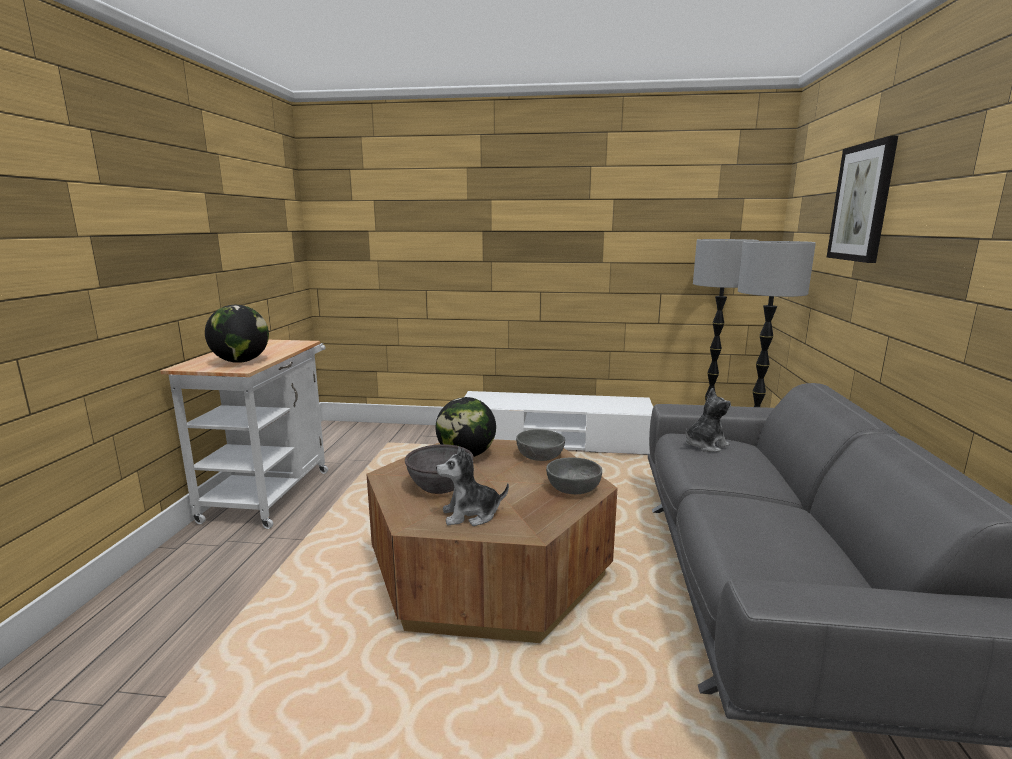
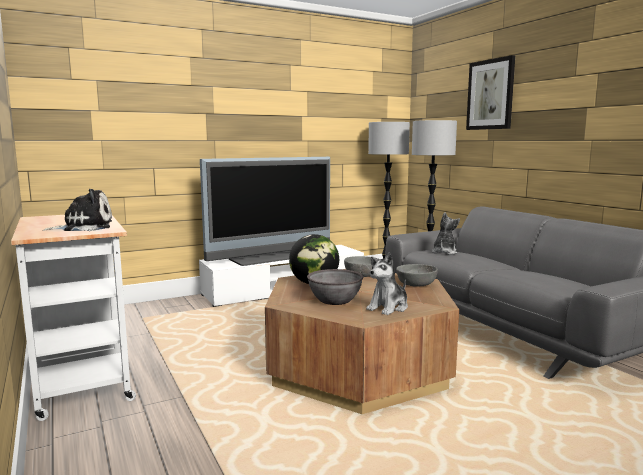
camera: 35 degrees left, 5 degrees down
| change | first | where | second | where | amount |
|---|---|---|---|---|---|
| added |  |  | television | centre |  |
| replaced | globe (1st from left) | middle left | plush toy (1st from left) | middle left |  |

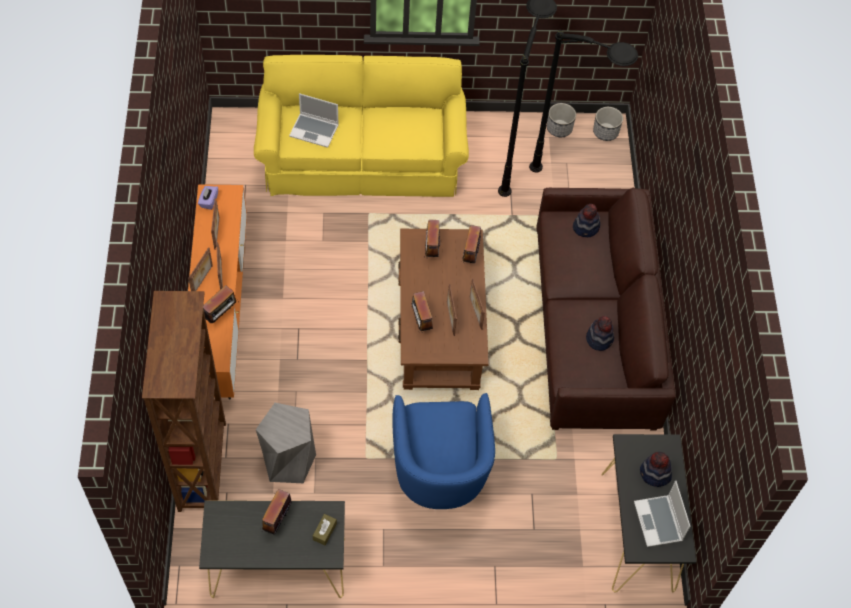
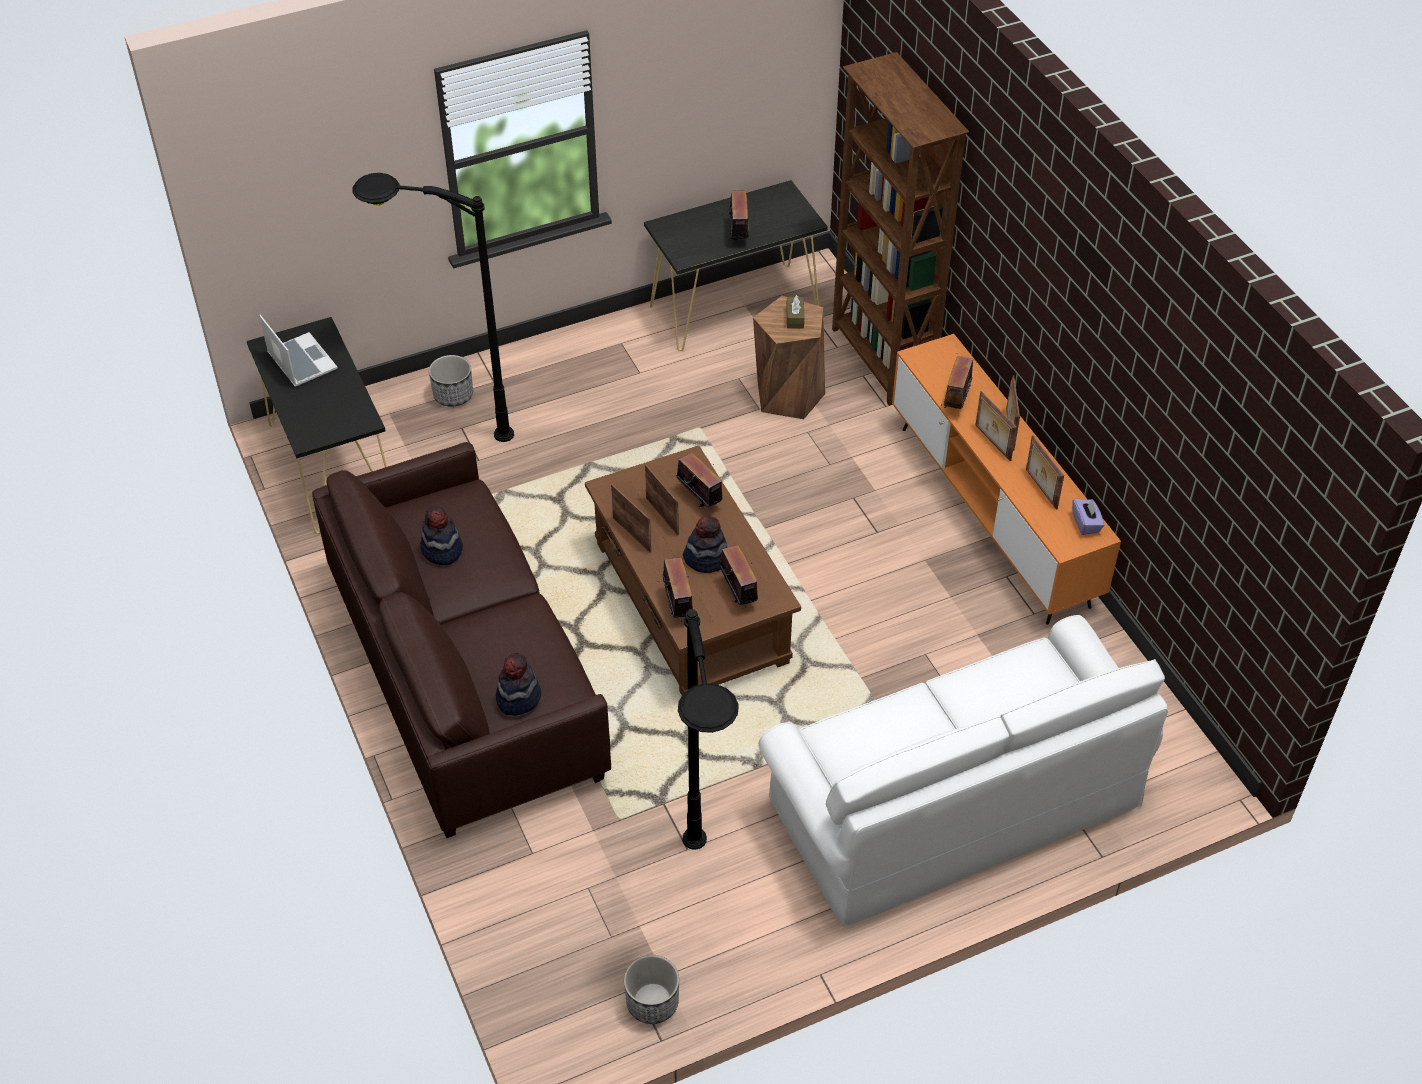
camera: 160 degrees right, 10 degrees down
| change | first | where | second | where | amount |
|---|---|---|---|---|---|
| removed | laptop (1st from left) | top centre |  |  |  |
| removed | armchair (blue) | bottom centre |  |  |  |
| moved | tissue box (brown) | bottom centre |  | top centre |  |
| moved | floor lamp (black) (2nd from left in the first image) | top right | floor lamp (black) (1st from left) | top left |  |
| moved | planter (2nd from left in the first image) | top right | planter (1st from left) | middle left |  |
| moved | hat (3rd from left) | bottom right |  | centre |  |
| recoloured | sofa (yellow) | top centre | sofa (white) | bottom right |  |
| recoloured | stool (grey) | bottom centre | stool (brown) | top centre |  |

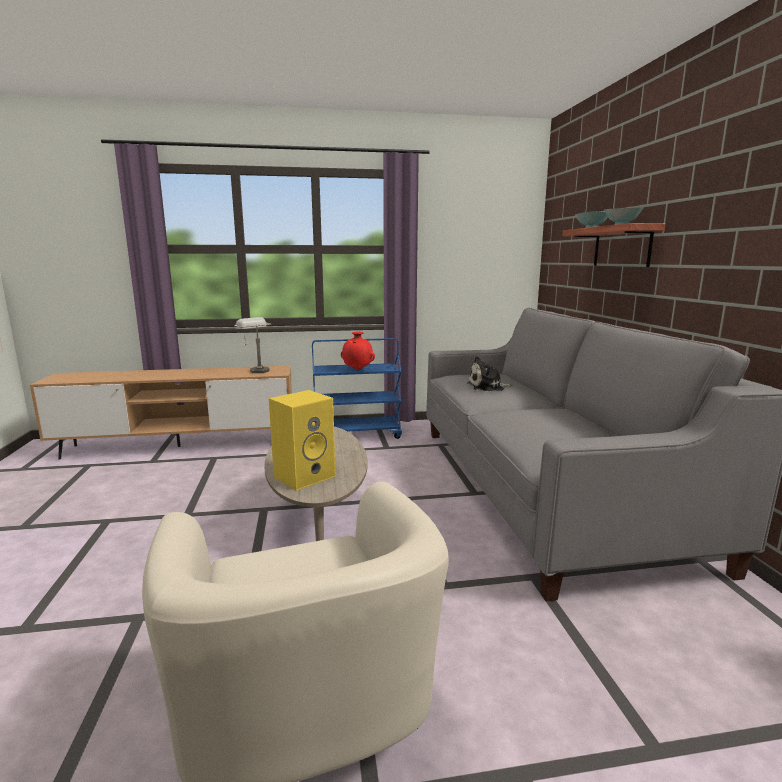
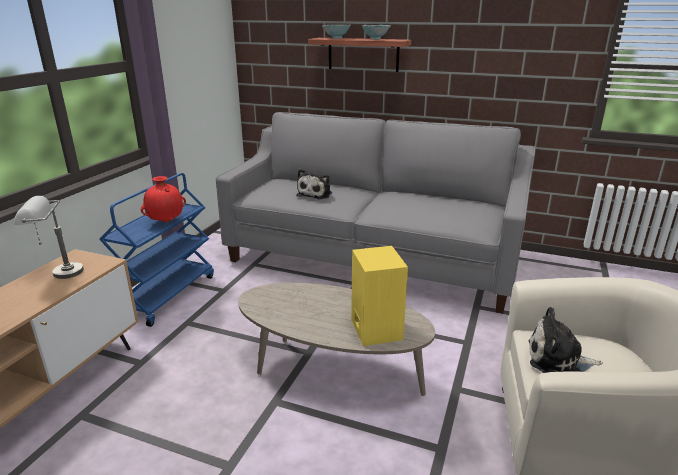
camera: 60 degrees left, 10 degrees up
| change | first | where | second | where | amount |
|---|---|---|---|---|---|
| added |  |  | plush toy (2nd from left) | bottom right |  |

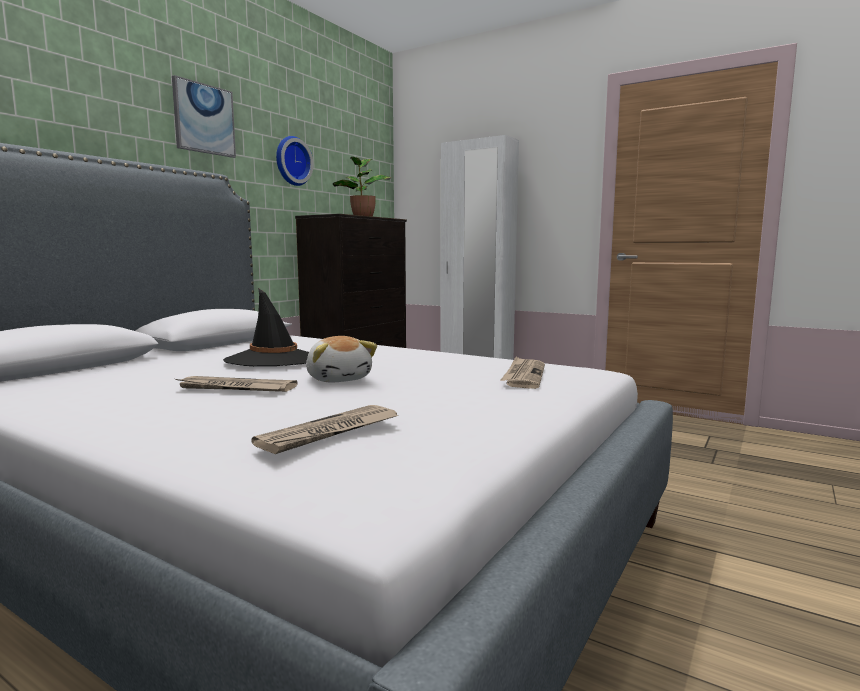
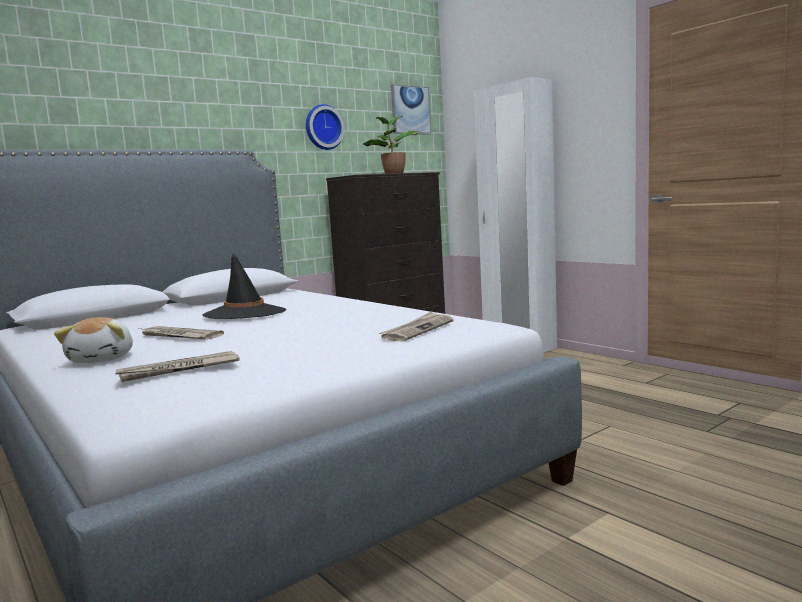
camera: 20 degrees right, 0 degrees up
| change | first | where | second | where | amount |
|---|---|---|---|---|---|
| moved | picture | top left |  | top centre |  |
| moved | plush toy | centre |  | middle left |  |

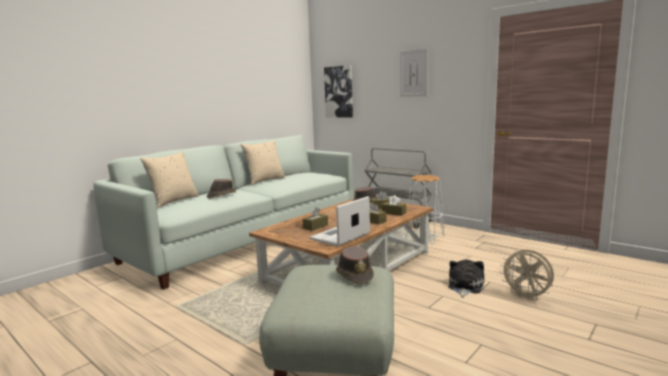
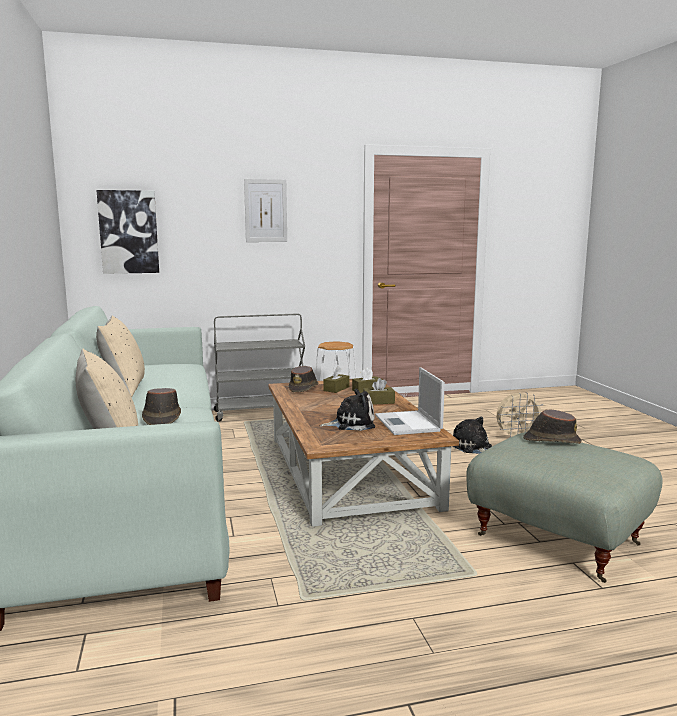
camera: 55 degrees left, 0 degrees up
| change | first | where | second | where | amount |
|---|---|---|---|---|---|
| replaced | tissue box (brown) (1st from left) | centre | plush toy (1st from left) | centre |  |

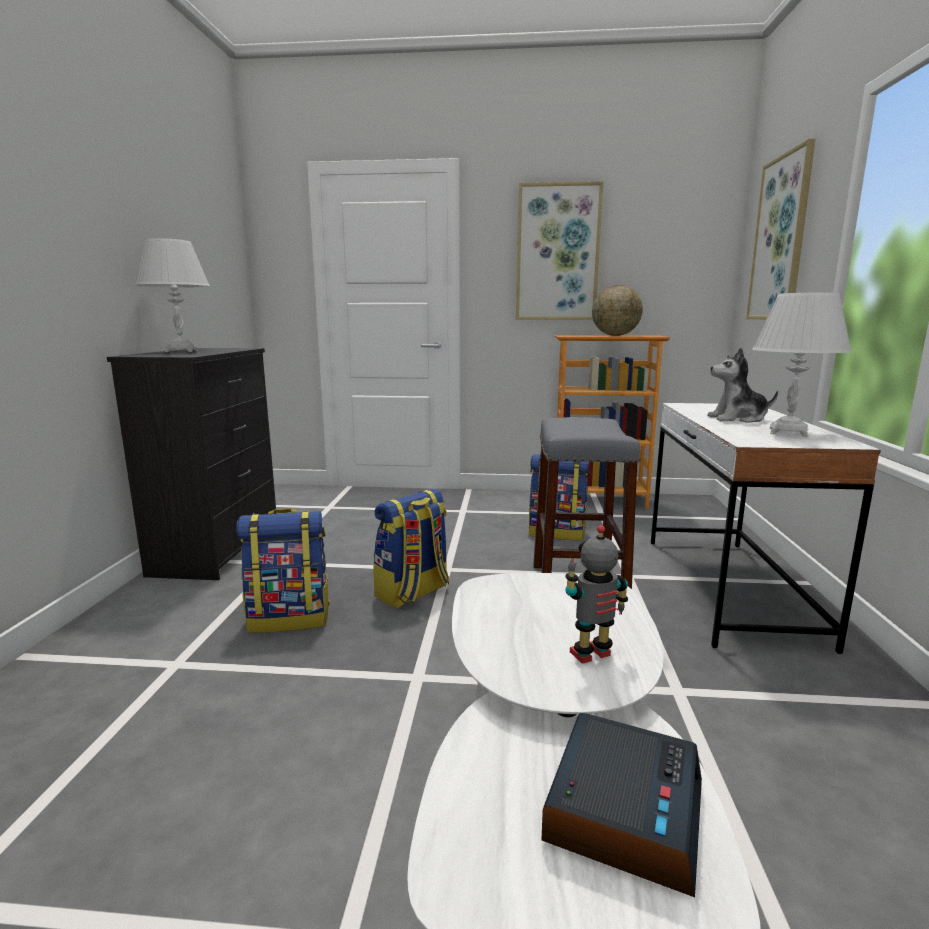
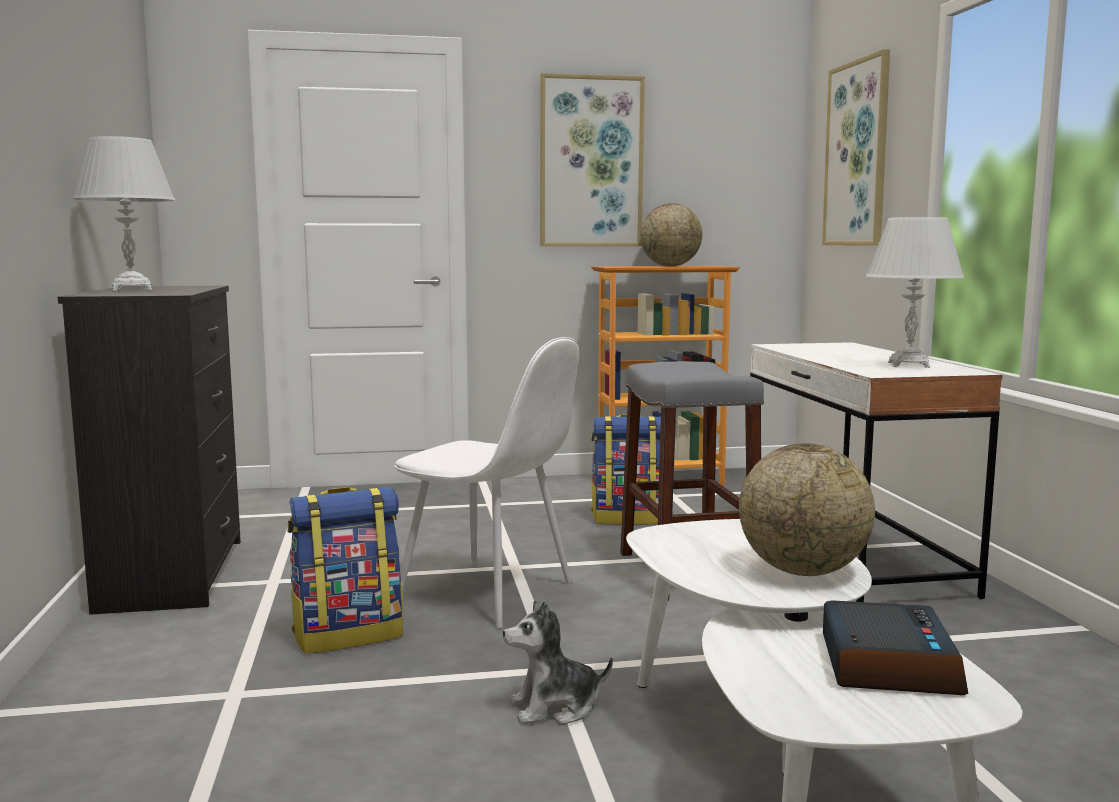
camera: 15 degrees left, 5 degrees down
| change | first | where | second | where | amount |
|---|---|---|---|---|---|
| moved | plush toy | middle right |  | bottom centre |  |
| replaced | backpack (2nd from left) | centre | chair (white) | centre |  |
| replaced | toy robot | centre | globe (2nd from left) | middle right |  |

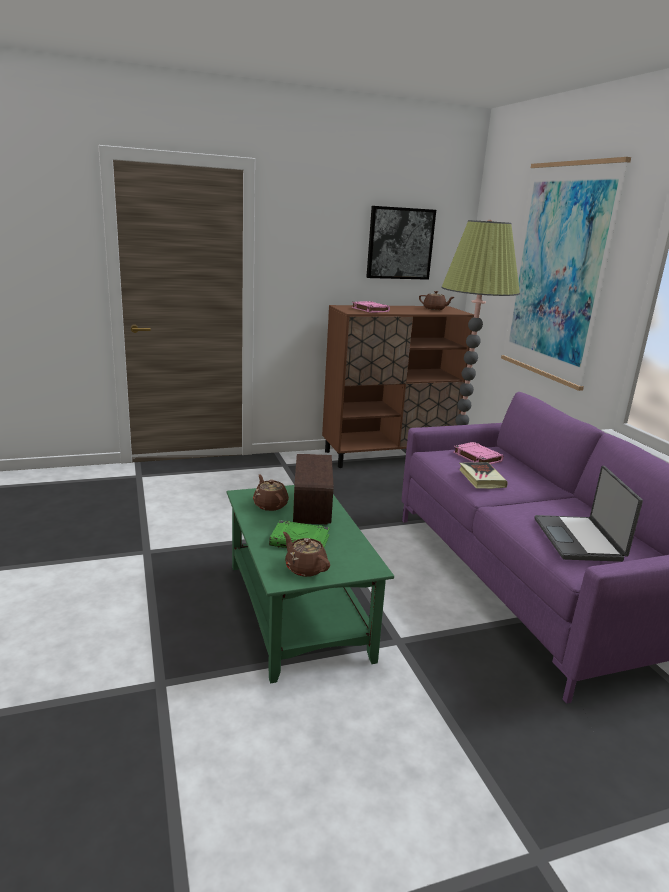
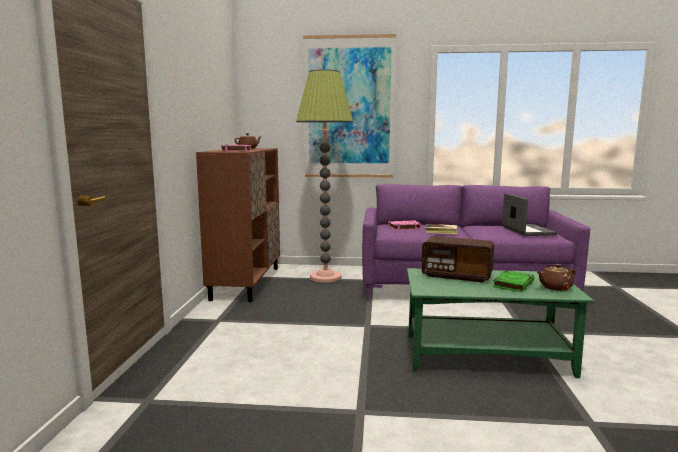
camera: 65 degrees left, 10 degrees down
| change | first | where | second | where | amount |
|---|---|---|---|---|---|
| removed | teapot (brown) (1st from left) | centre |  |  |  |
| removed | picture (1st from left) | top centre |  |  |  |
| turned | laptop | middle right |  | middle right | 120 degrees counterclockwise |

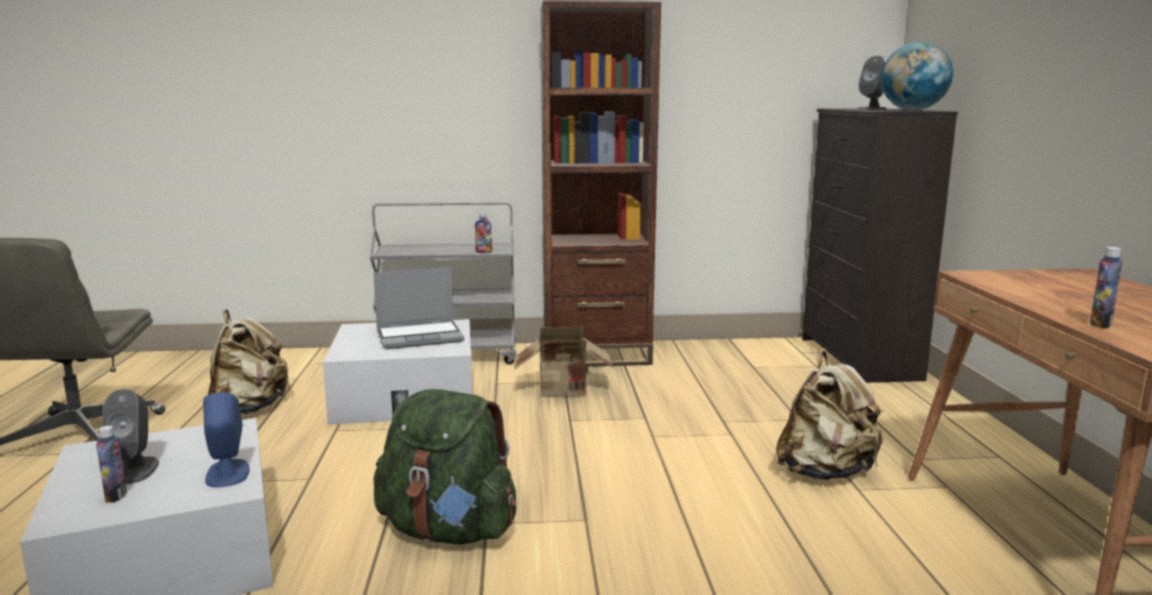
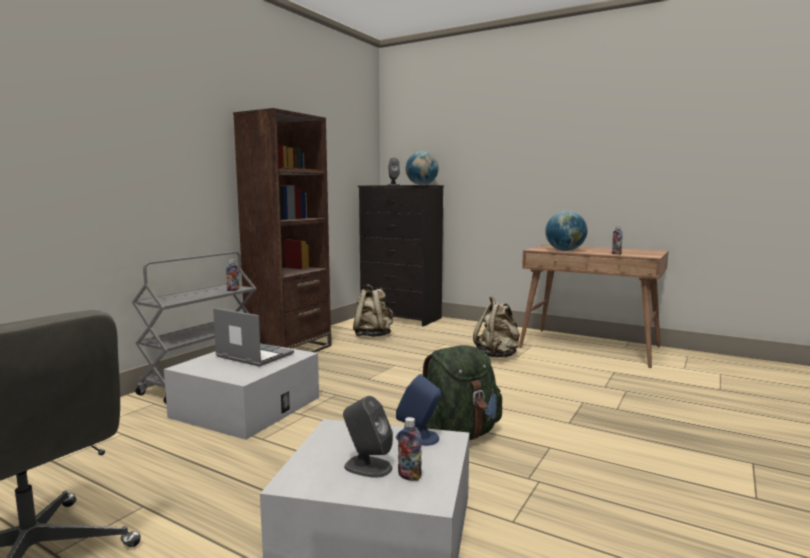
camera: 55 degrees left, 5 degrees down
| change | first | where | second | where | amount |
|---|---|---|---|---|---|
| removed | cardboard box | centre |  |  |  |
| added |  |  | globe (2nd from left) | middle right |  |
| moved | backpack (beige) (1st from left) | middle left |  | centre |  |
| turned | laptop | centre |  | middle left | 75 degrees counterclockwise |

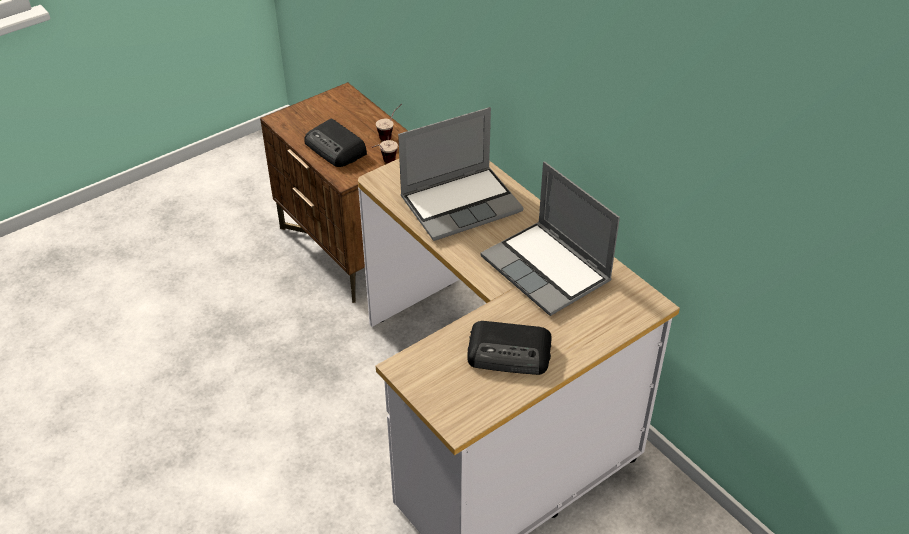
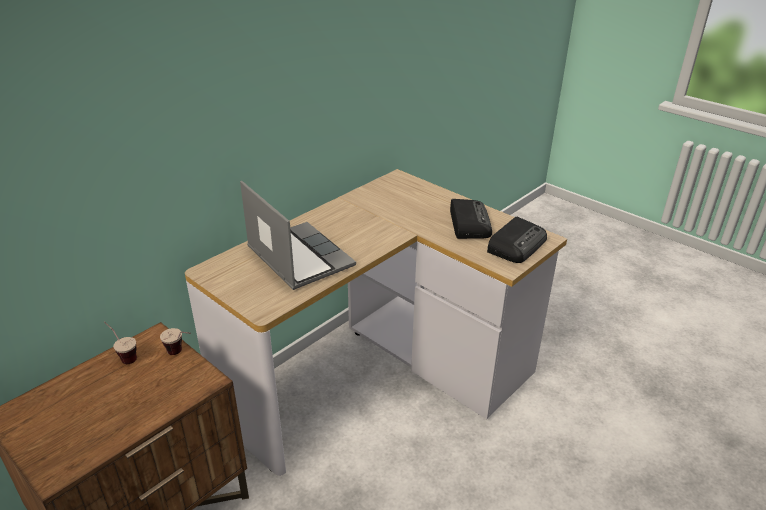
camera: 100 degrees left, 10 degrees down
| change | first | where | second | where | amount |
|---|---|---|---|---|---|
| removed | laptop (2nd from left) | centre |  |  |  |
| moved | radio (1st from left in the first image) | top centre | radio (2nd from left) | middle right |  |

